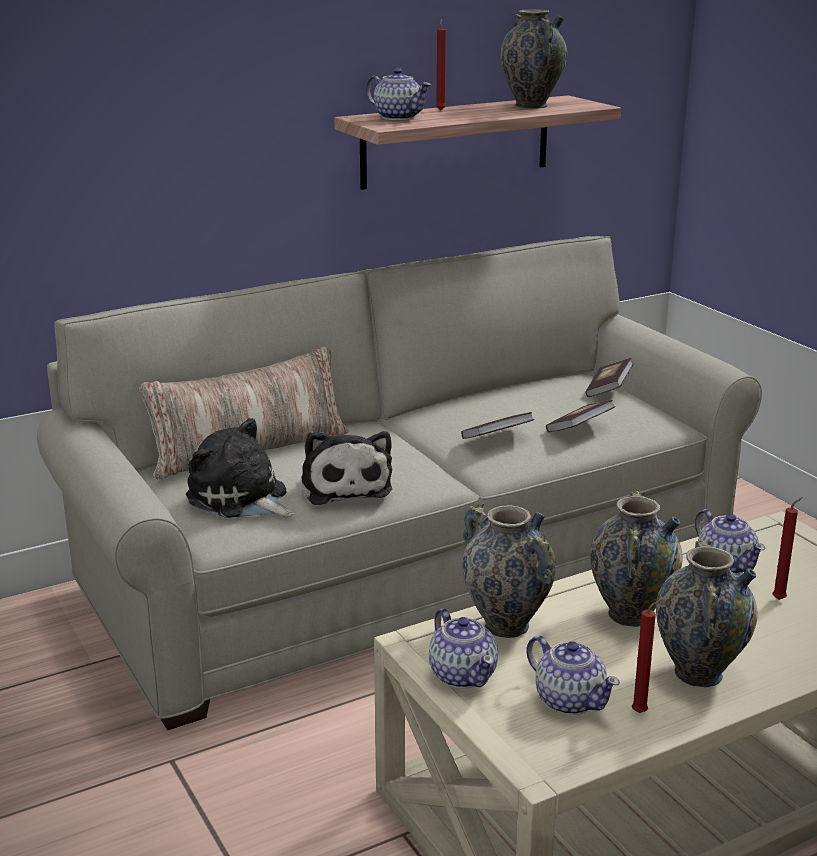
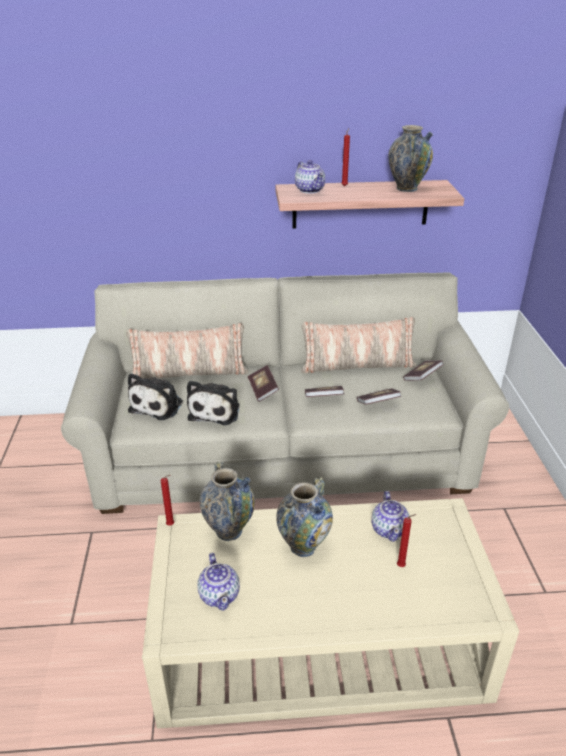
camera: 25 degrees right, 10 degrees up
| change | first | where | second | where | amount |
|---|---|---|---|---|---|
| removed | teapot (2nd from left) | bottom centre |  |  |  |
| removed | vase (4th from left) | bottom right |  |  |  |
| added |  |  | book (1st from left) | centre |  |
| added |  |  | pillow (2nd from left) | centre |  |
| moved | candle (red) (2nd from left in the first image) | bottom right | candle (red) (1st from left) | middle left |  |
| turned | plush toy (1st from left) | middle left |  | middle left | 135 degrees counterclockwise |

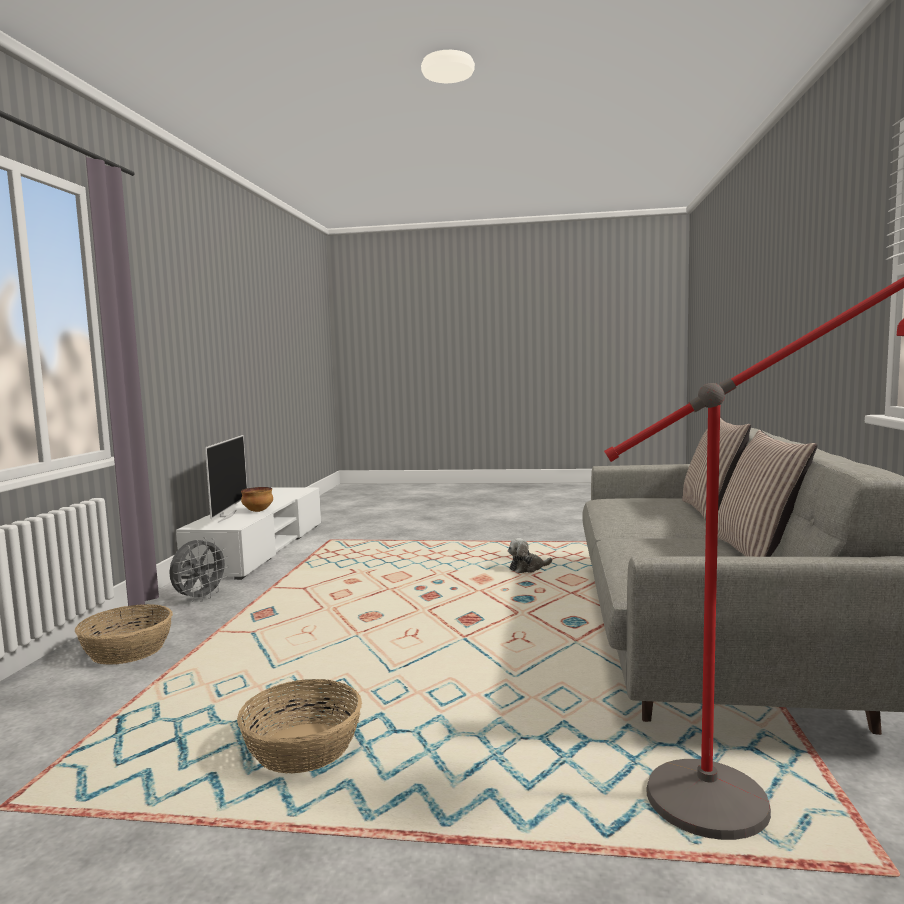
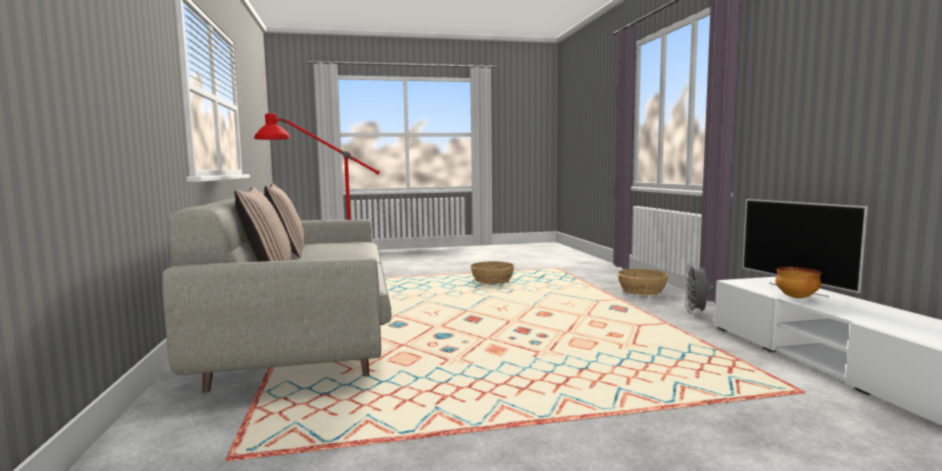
camera: 160 degrees right, 0 degrees up
| change | first | where | second | where | amount |
|---|---|---|---|---|---|
| removed | plush toy | centre |  |  |  |

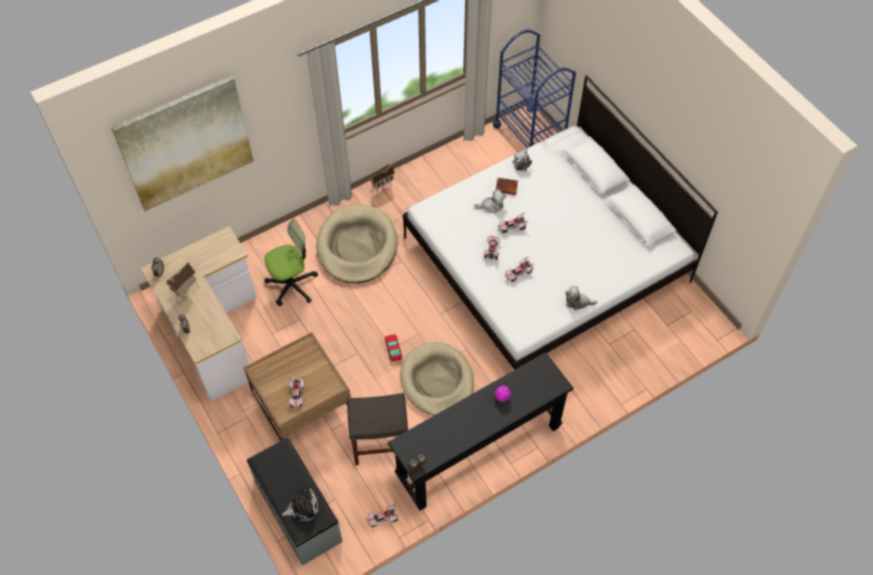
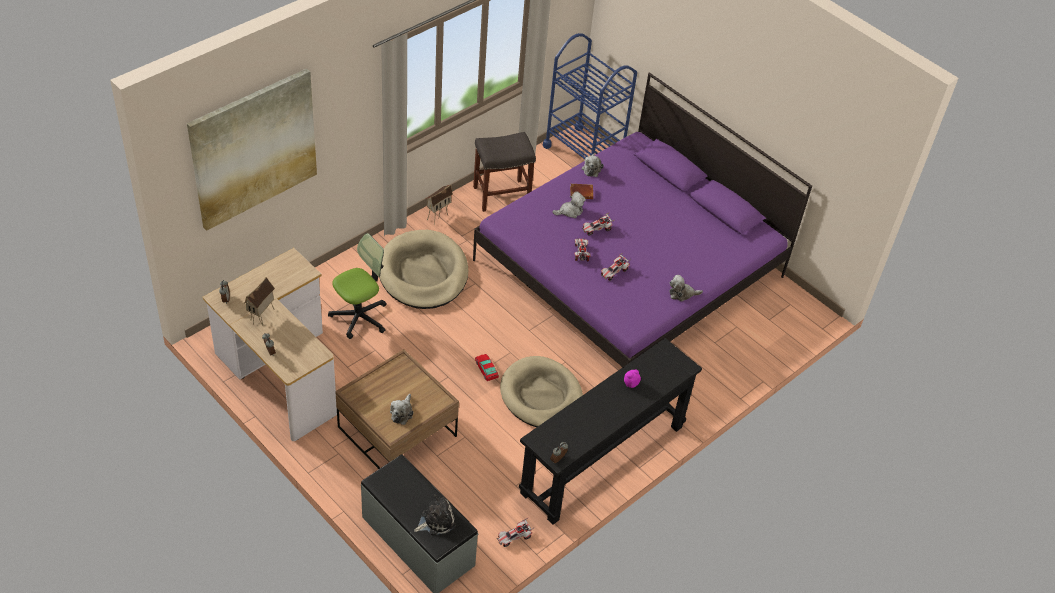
camera: 15 degrees left, 10 degrees down
| change | first | where | second | where | amount |
|---|---|---|---|---|---|
| moved | stool (grey) | bottom centre |  | top centre |  |
| replaced | toy car (1st from left) | bottom centre | plush toy (1st from left) | bottom centre |  |
| recoloured | bed (white) | centre | bed (purple) | centre |  |

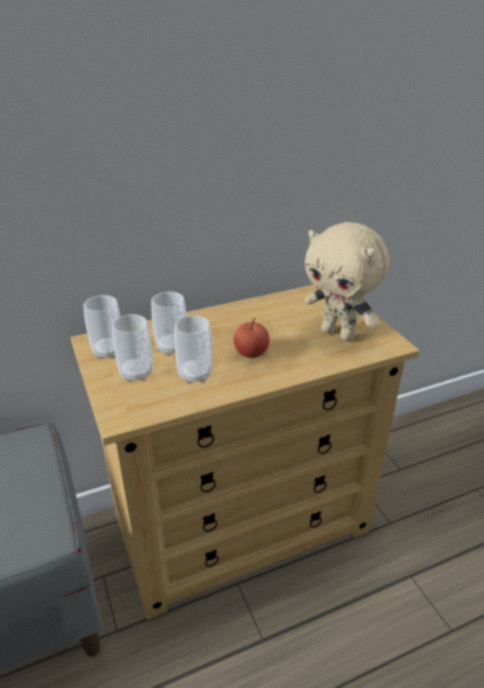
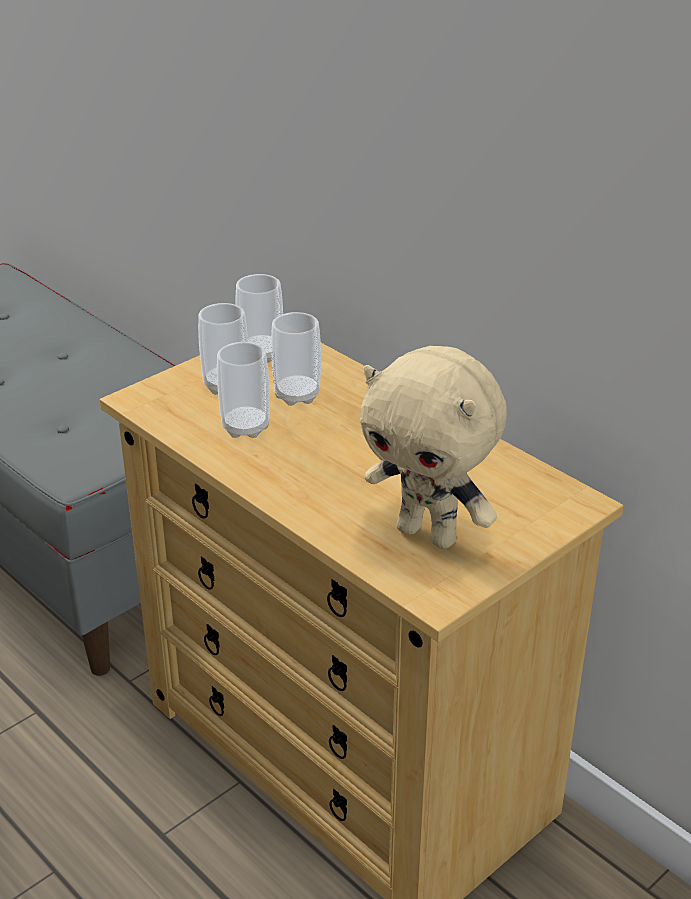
camera: 70 degrees right, 0 degrees up
| change | first | where | second | where | amount |
|---|---|---|---|---|---|
| removed | apple | centre |  |  |  |
| turned | plush toy (beige) | middle right |  | centre | 75 degrees counterclockwise |

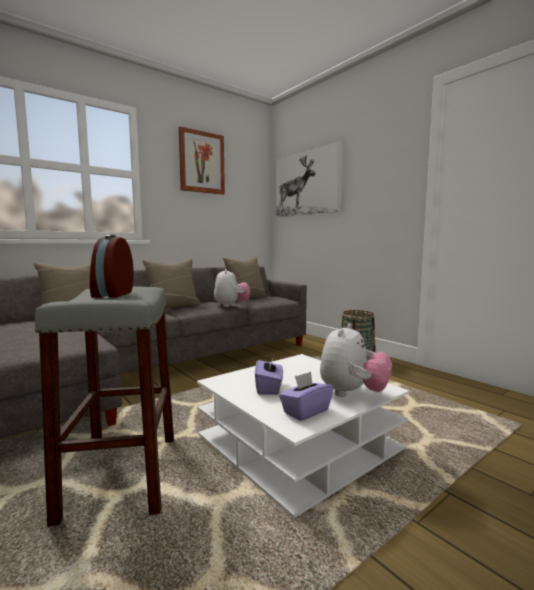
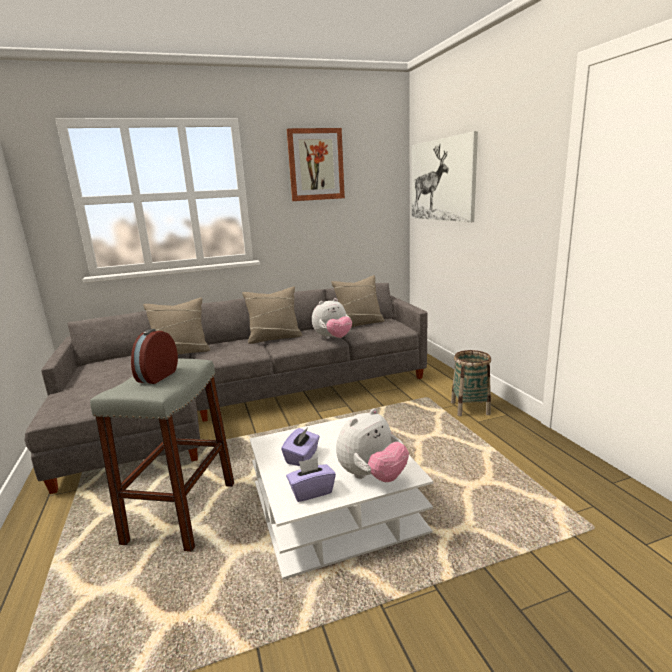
camera: 20 degrees right, 10 degrees up
| change | first | where | second | where | amount |
|---|---|---|---|---|---|
| turned | plush toy (1st from left) | centre |  | centre | 45 degrees clockwise |

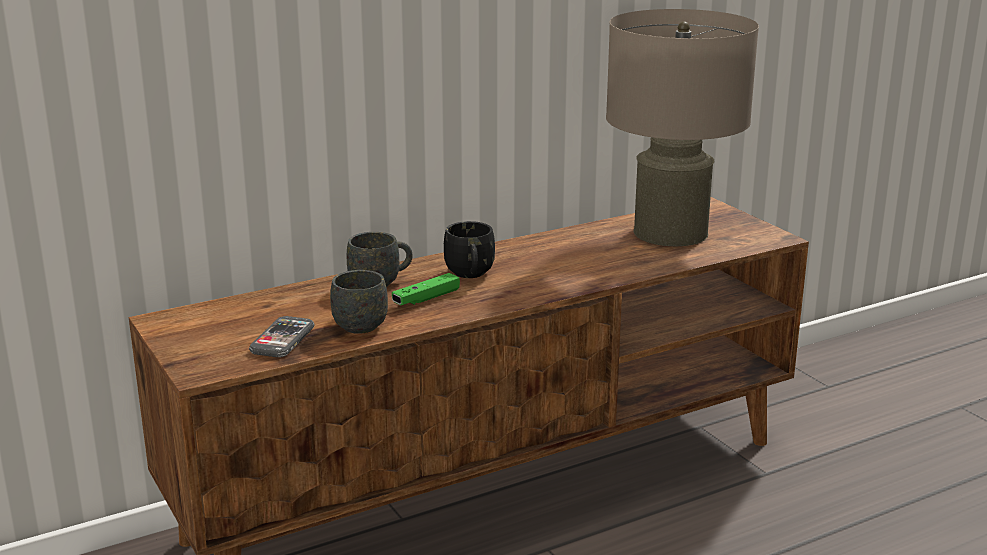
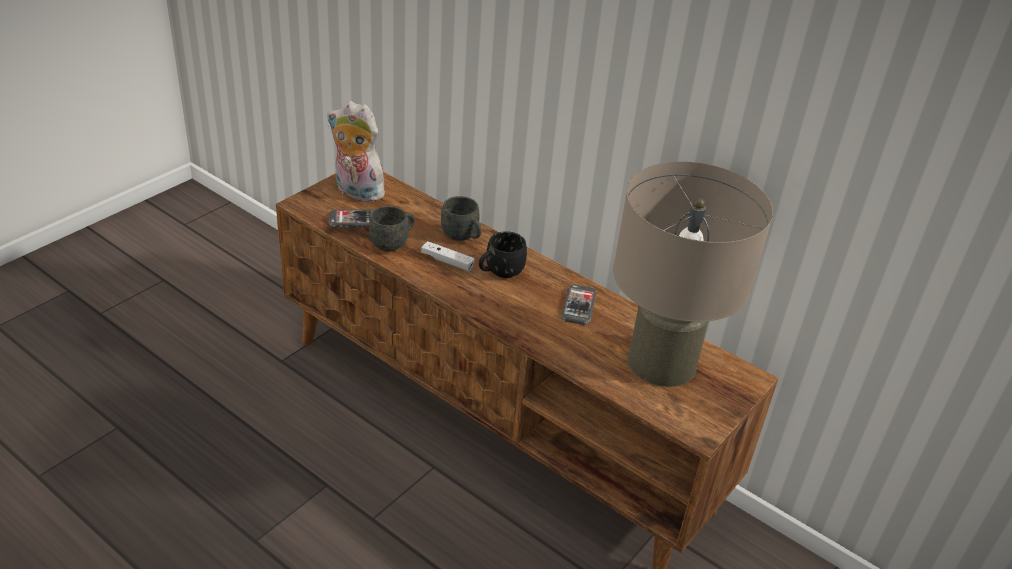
camera: 65 degrees right, 15 degrees up
| change | first | where | second | where | amount |
|---|---|---|---|---|---|
| added |  |  | plush toy | top centre |  |
| added |  |  | phone (2nd from left) | centre |  |
| recoloured | game controller (green) | centre | game controller (white) | centre |  |

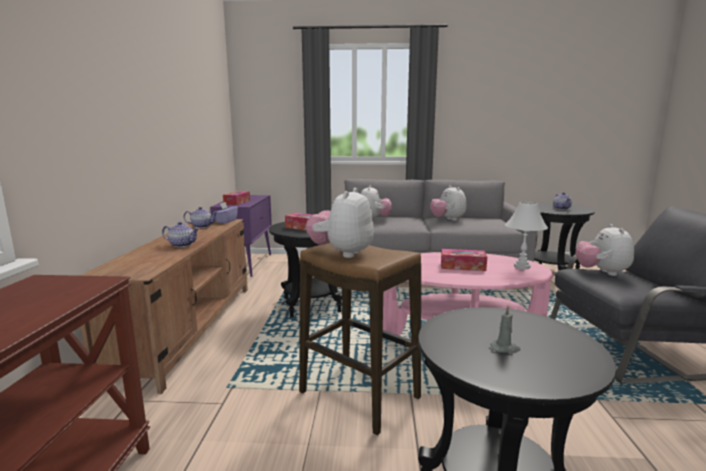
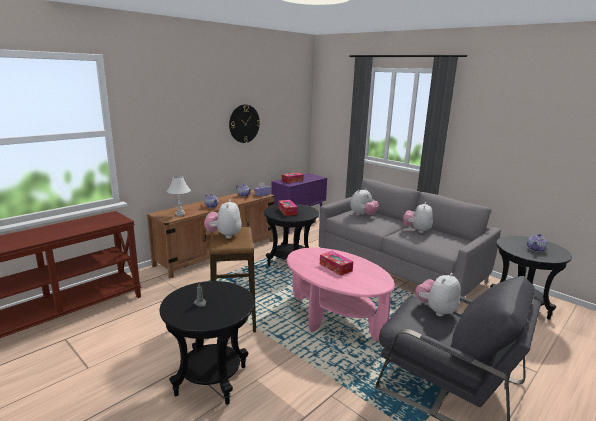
camera: 40 degrees right, 5 degrees up
| change | first | where | second | where | amount |
|---|---|---|---|---|---|
| added |  |  | wall clock | top centre |  |
| moved | table lamp (white) | middle right |  | middle left |  |
| turned | plush toy (1st from left) | centre |  | centre | 60 degrees counterclockwise |

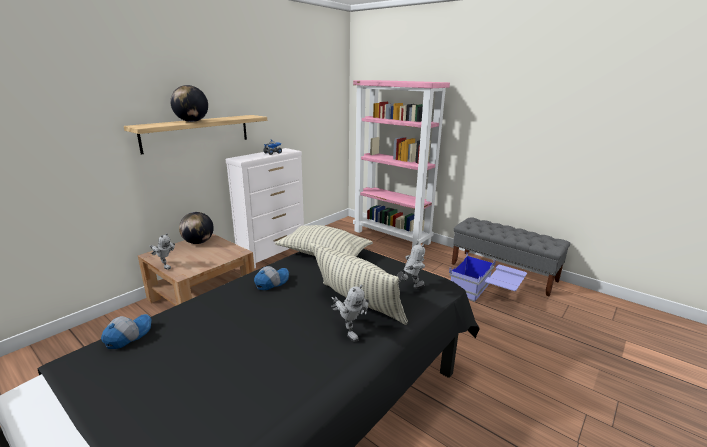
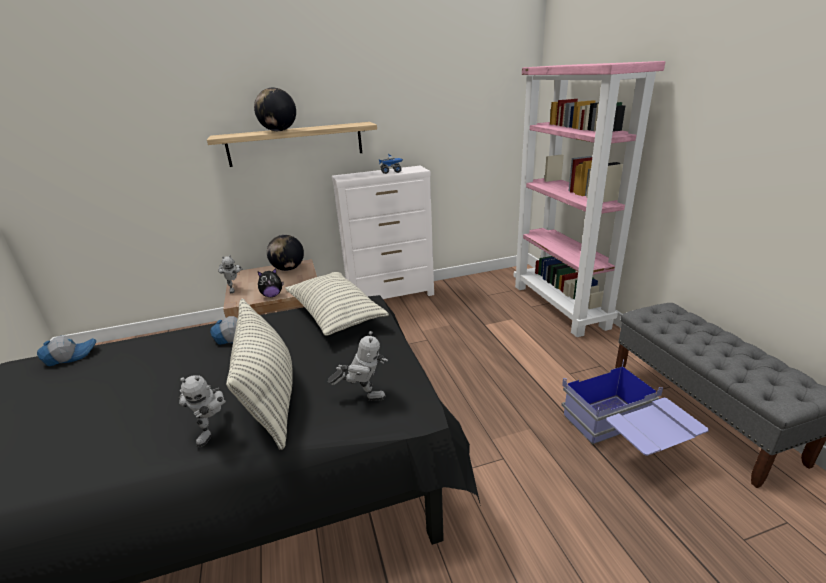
camera: 35 degrees right, 5 degrees up
| change | first | where | second | where | amount |
|---|---|---|---|---|---|
| added |  |  | plush toy | middle left |  |

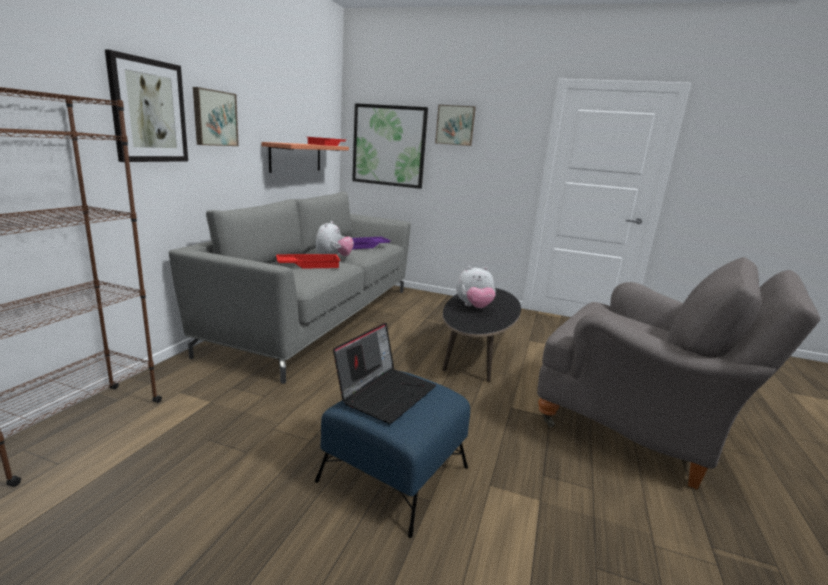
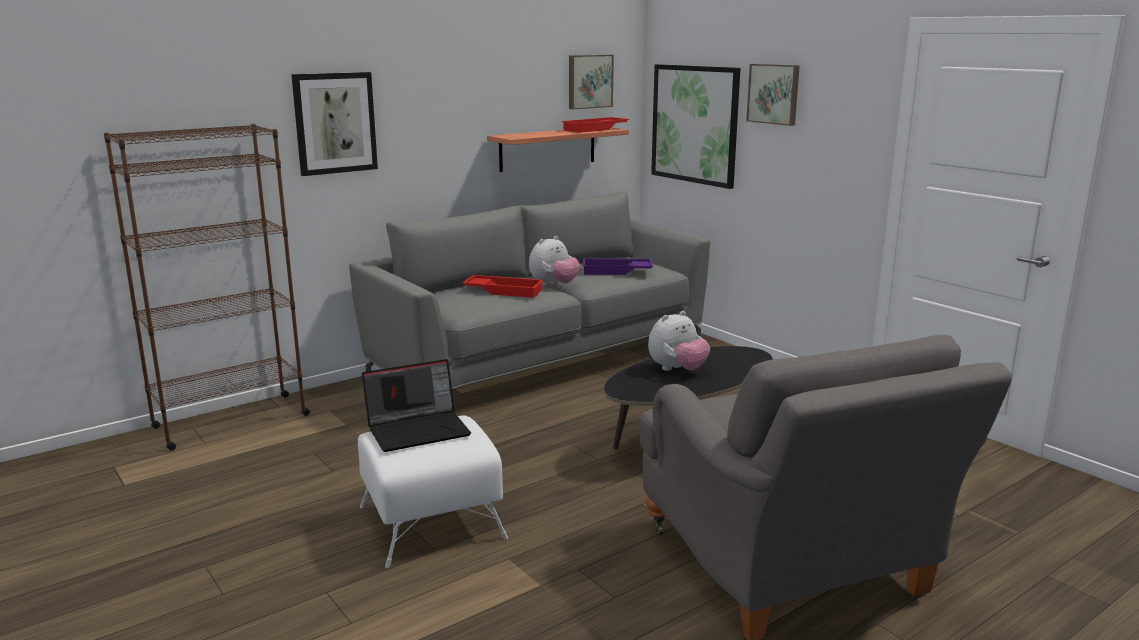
camera: 35 degrees right, 0 degrees up
| change | first | where | second | where | amount |
|---|---|---|---|---|---|
| moved | picture (2nd from left) | top left |  | top centre |  |
| recoloured | ottoman (blue) | bottom centre | ottoman (white) | bottom centre |  |
| turned | plush toy (2nd from left) | centre |  | centre | 60 degrees counterclockwise |

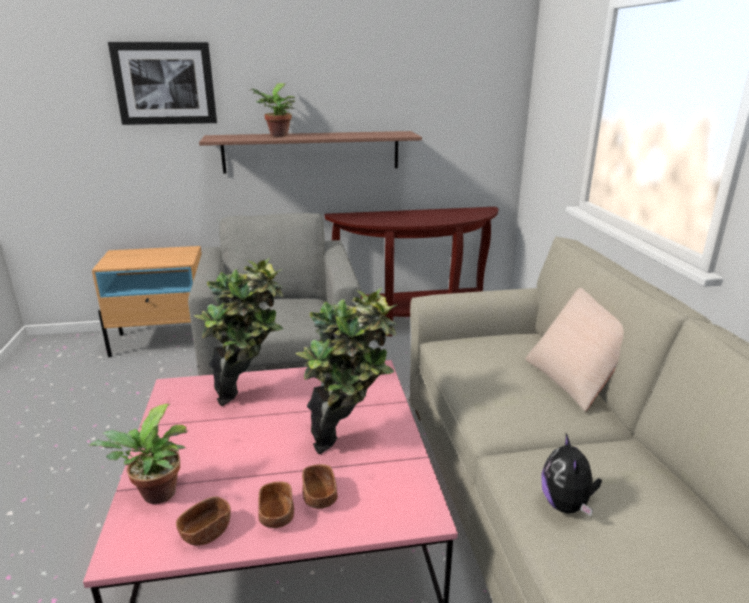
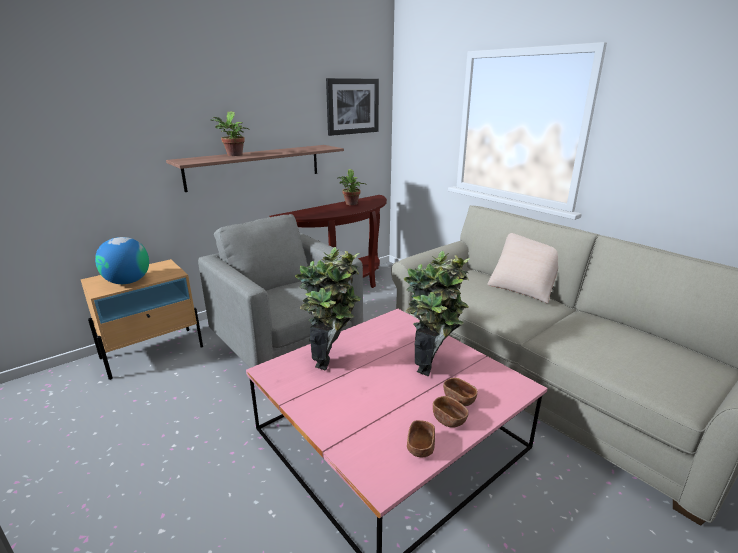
camera: 30 degrees left, 0 degrees up
| change | first | where | second | where | amount |
|---|---|---|---|---|---|
| removed | plush toy | bottom right |  |  |  |
| added |  |  | globe | middle left |  |
| moved | potted plant (1st from left in the first image) | bottom left | potted plant (3rd from left) | centre |  |
| moved | picture | top left |  | top centre |  |

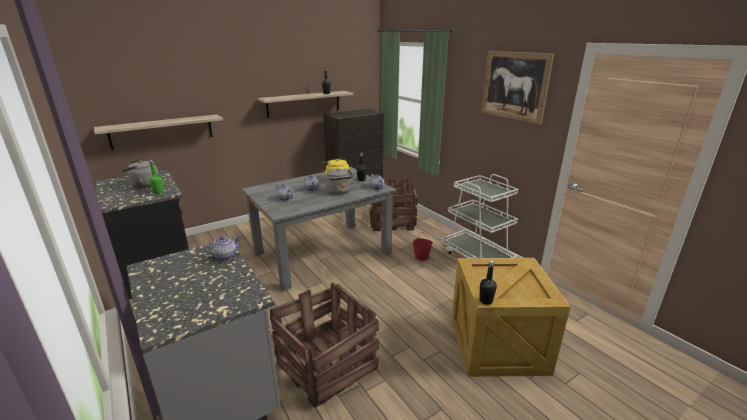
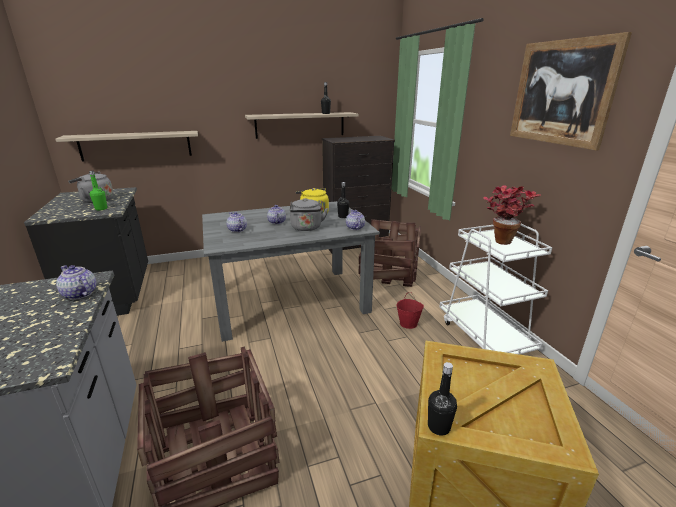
camera: 15 degrees right, 0 degrees up
| change | first | where | second | where | amount |
|---|---|---|---|---|---|
| added |  |  | potted plant | middle right |  |
| turned | teapot (1st from left) | middle left |  | middle left | 120 degrees counterclockwise |

